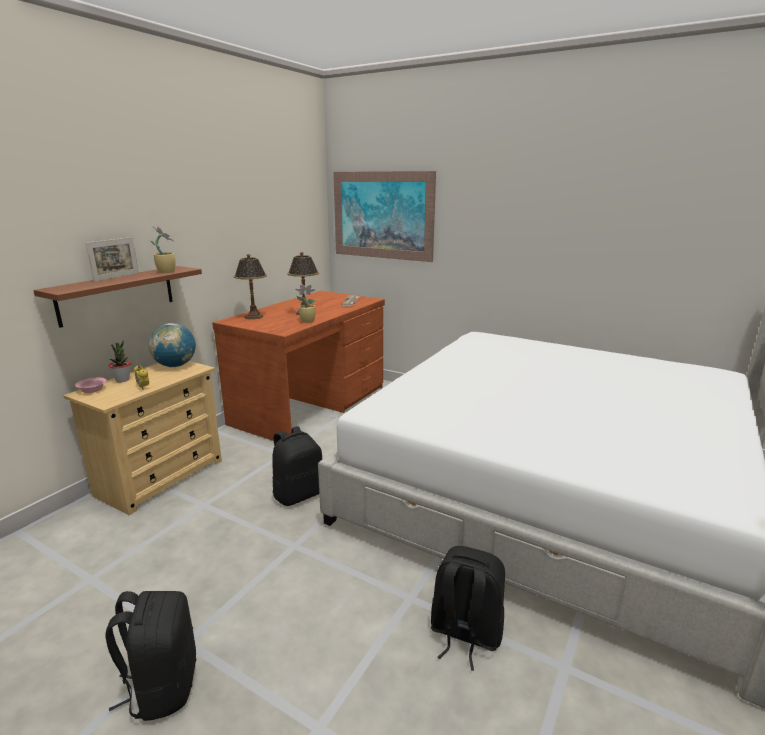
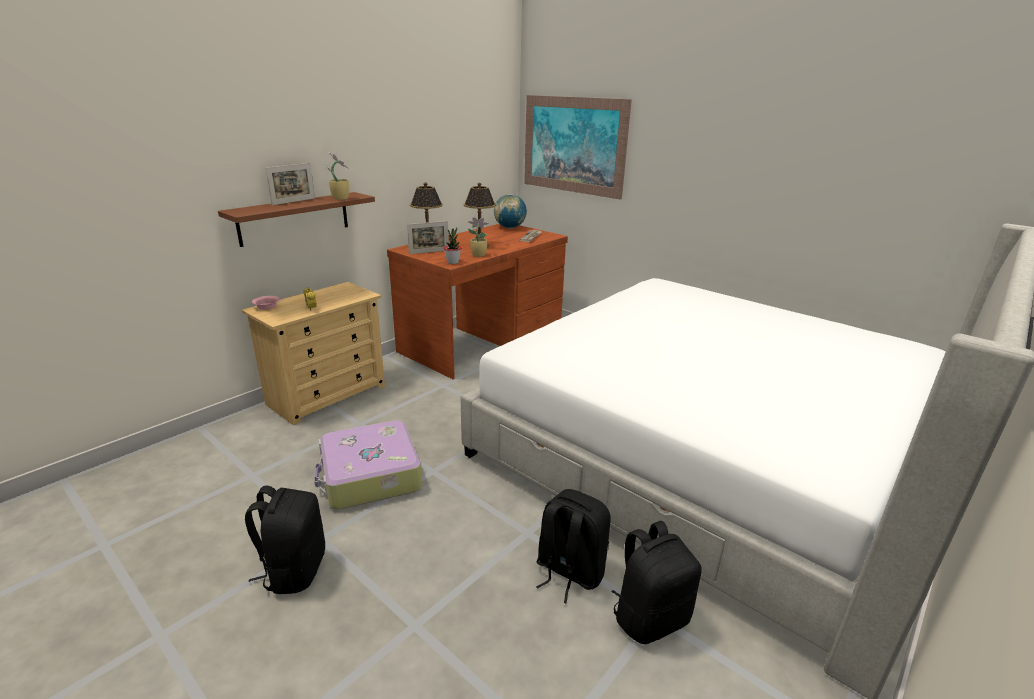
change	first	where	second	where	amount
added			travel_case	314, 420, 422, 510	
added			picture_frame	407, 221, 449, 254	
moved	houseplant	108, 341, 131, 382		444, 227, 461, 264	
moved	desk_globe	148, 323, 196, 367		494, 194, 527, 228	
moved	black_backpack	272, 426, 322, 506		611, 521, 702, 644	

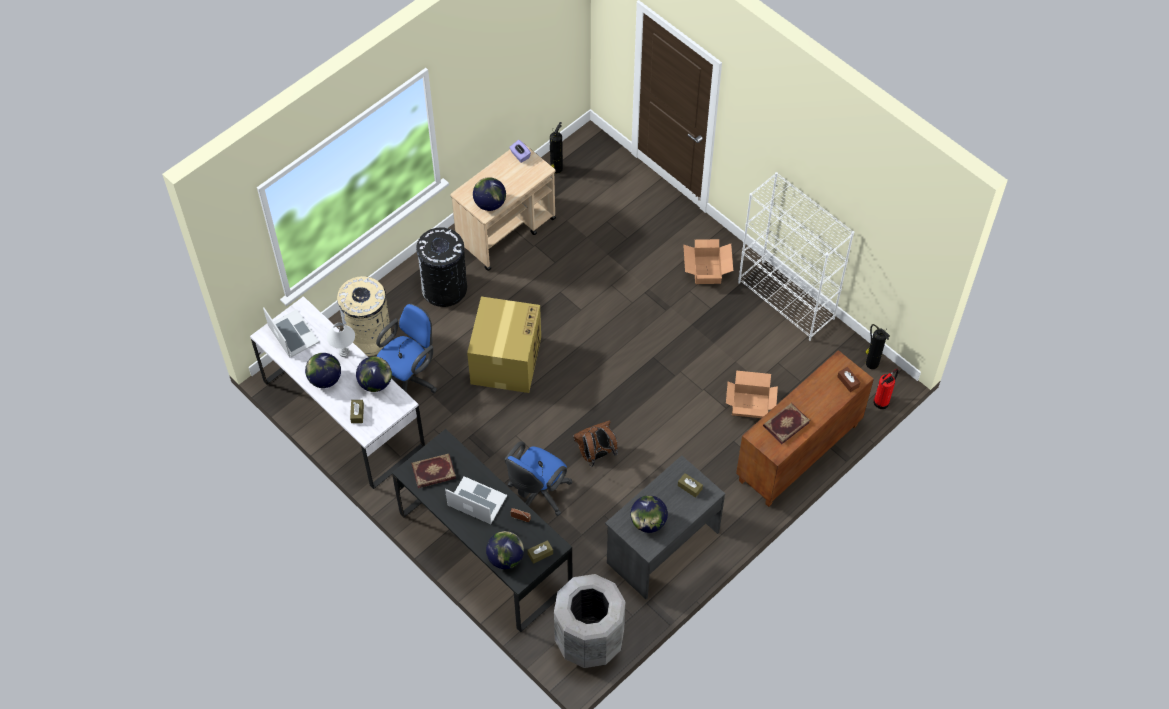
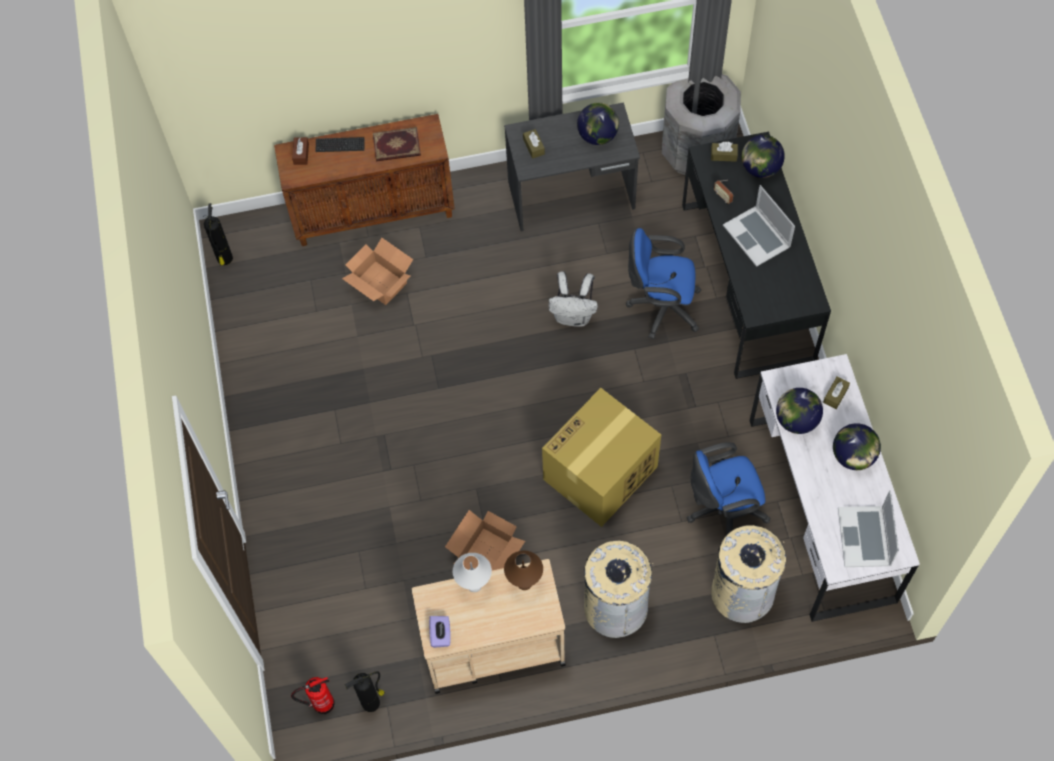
change	first	where	second	where	amount
removed	book	411, 454, 456, 488			
removed	white_bookshelf	738, 172, 854, 341			
added			keyboard	315, 137, 365, 152	
moved	white_lamp_for_a_table	327, 323, 355, 357		453, 553, 492, 592	
moved	carton	683, 239, 733, 284		445, 510, 525, 570	
moved	extinguisher	873, 369, 899, 409		291, 677, 335, 714	
replaced	desk_globe	473, 177, 506, 211	brown-coloured_lamp_for_a_table	504, 550, 543, 590	
recoloured	black_rubbish_bin	416, 227, 467, 307	sand-coloured_rubbish_bin	584, 541, 653, 638	
recoloured	brown-coloured_backpack	573, 420, 618, 467	white_backpack	549, 271, 598, 327	
turned	blue_computer_chair	505, 441, 573, 516		626, 228, 702, 339	150 degrees counterclockwise

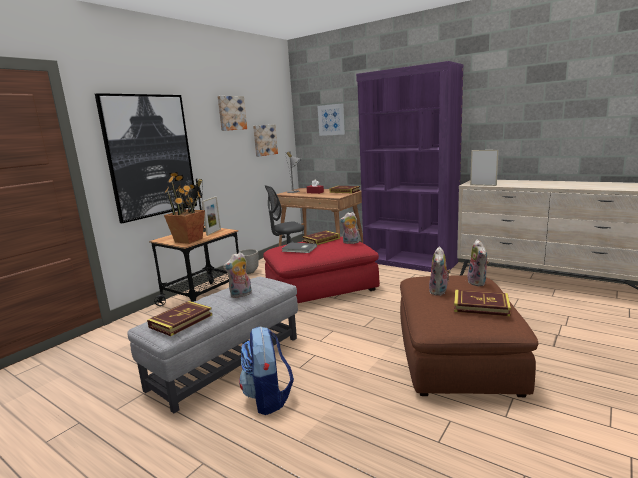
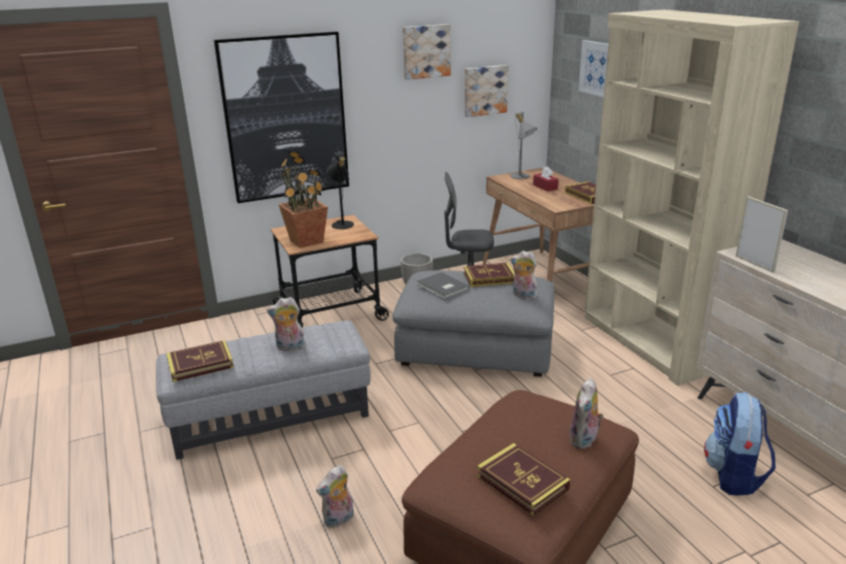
change	first	where	second	where	amount
removed	picture_frame	202, 197, 221, 236			
moved	backpack	239, 326, 294, 415		704, 392, 776, 496	
moved	soft_toy	429, 247, 451, 296		316, 465, 354, 529	
recoloured	red_pouffe	263, 237, 380, 303	grey_pouffe	393, 270, 554, 377	
recoloured	purple-coloured_bookshelf	356, 61, 463, 272	sand-coloured_bookshelf	584, 10, 799, 386	

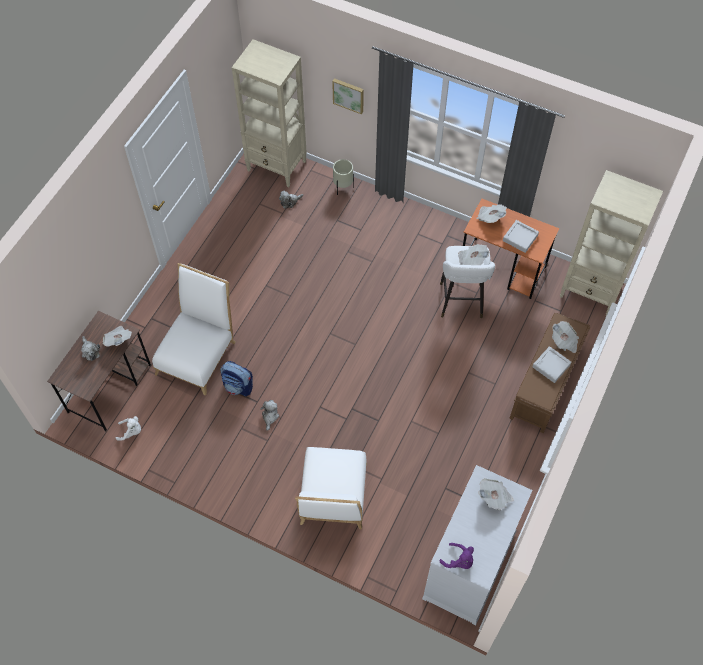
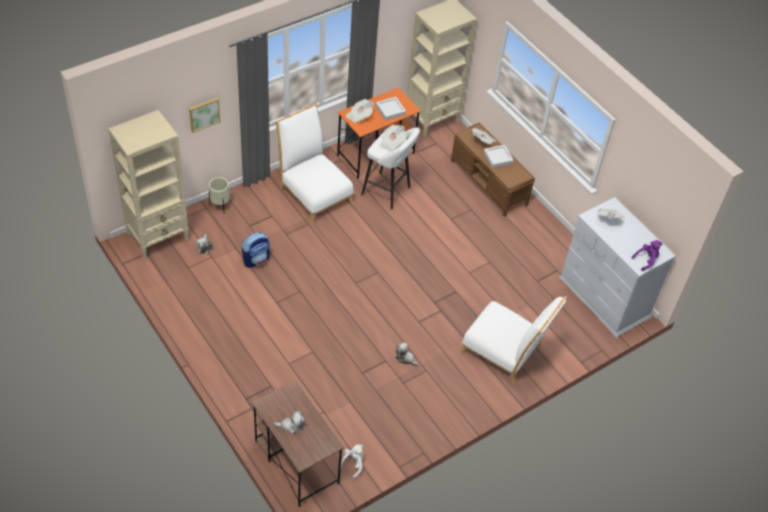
change	first	where	second	where	amount
removed	printed_paper	103, 326, 132, 347			
moved	white_chair	152, 263, 235, 396		275, 103, 353, 224	
moved	backpack	221, 361, 253, 396		242, 232, 270, 268	

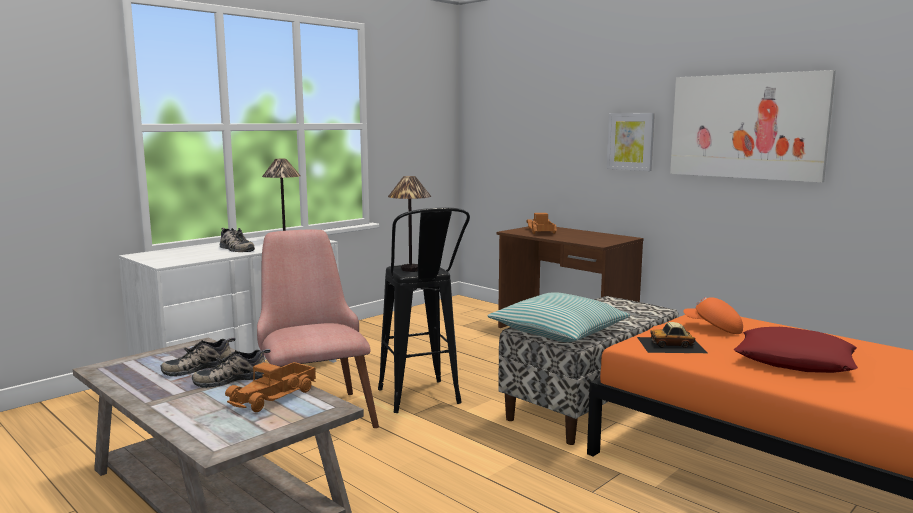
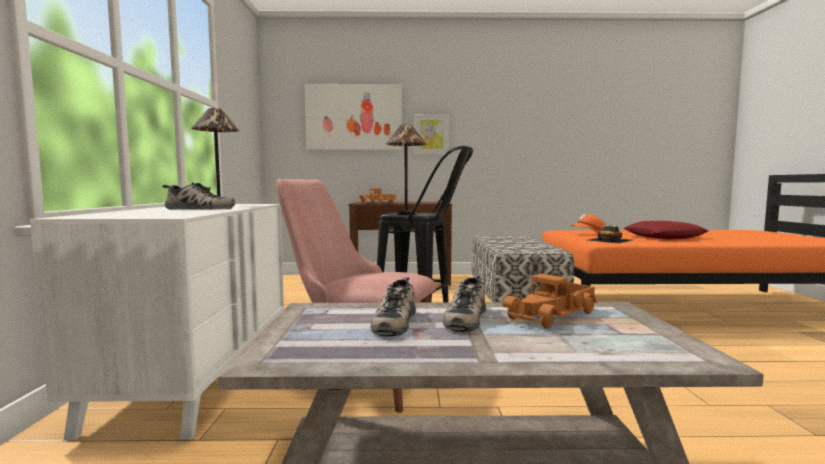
change	first	where	second	where	amount
removed	pillow	488, 292, 630, 342			
moved	wall_art	670, 70, 836, 182		305, 84, 402, 150	
turned	model_truck	225, 362, 316, 412		502, 274, 598, 328	60 degrees clockwise

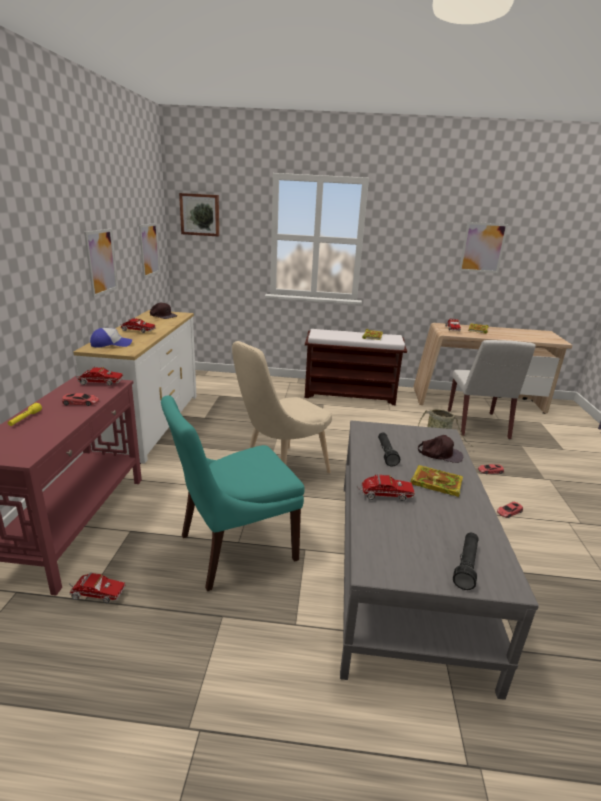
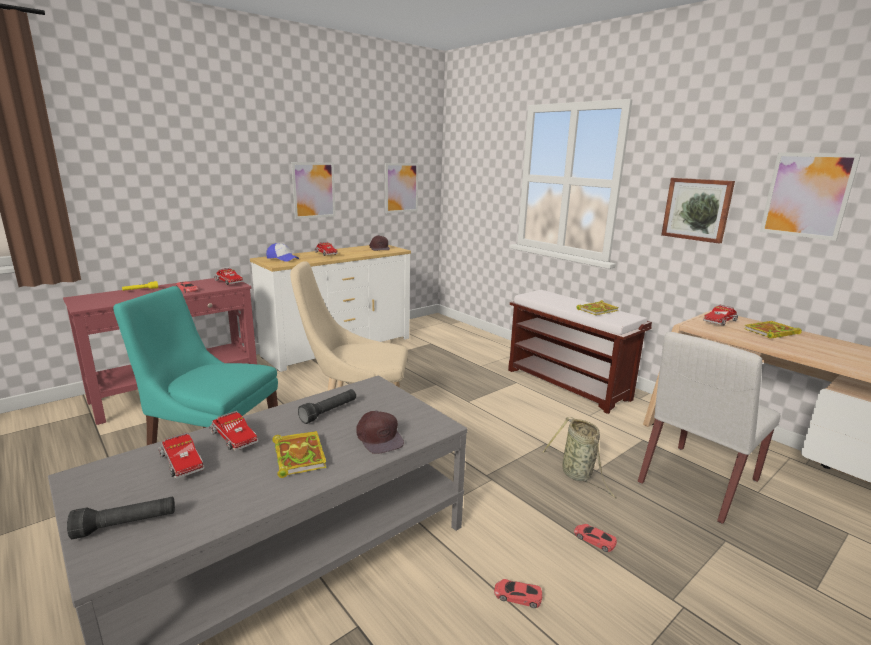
change	first	where	second	where	amount
moved	model_truck	69, 572, 126, 603		158, 433, 205, 479	
moved	wall_art	179, 193, 219, 237		661, 178, 735, 244	

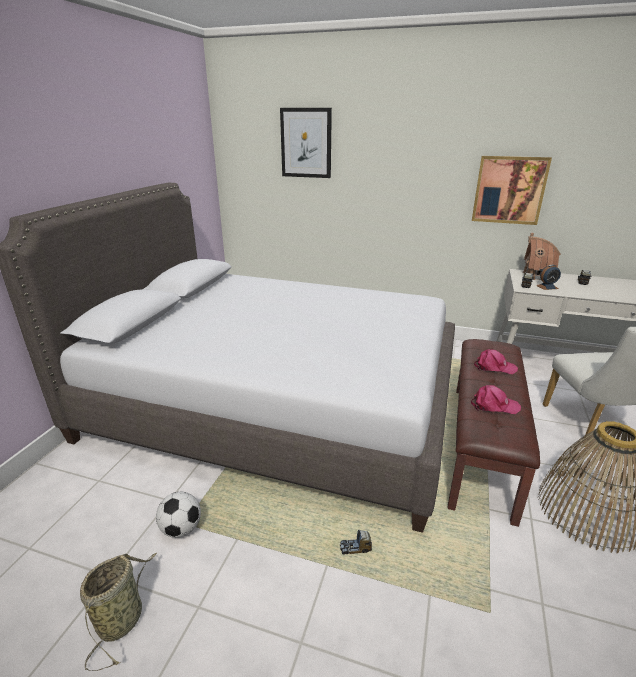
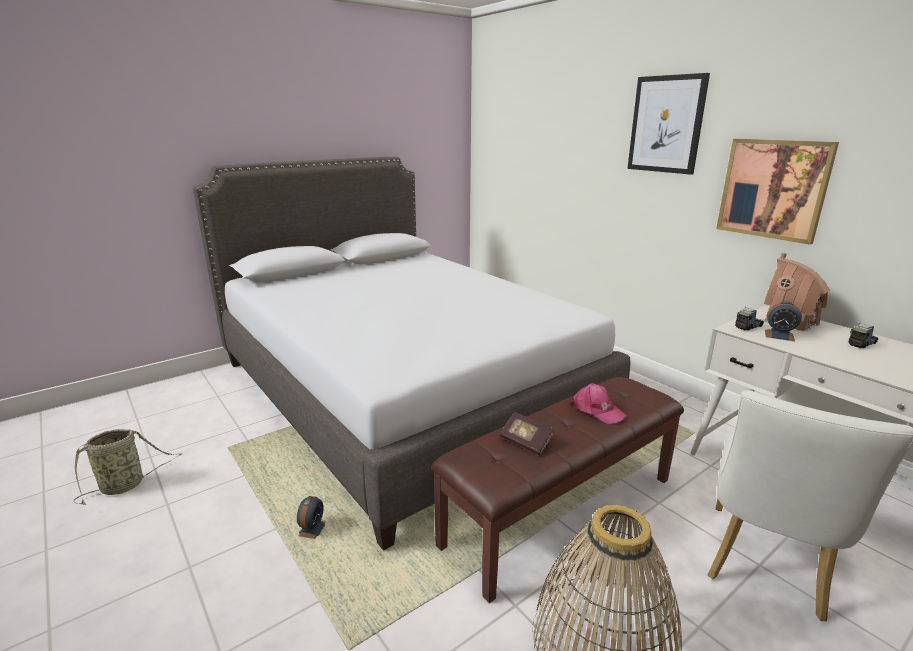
change	first	where	second	where	amount
removed	football_ball	156, 492, 201, 538			
moved	wall_art	280, 108, 332, 178		627, 73, 710, 175	
replaced	model_truck	340, 530, 372, 554	bedside_clock	297, 496, 326, 539	
replaced	pink-coloured_peaked_cap	471, 385, 521, 414	book	500, 412, 554, 455	

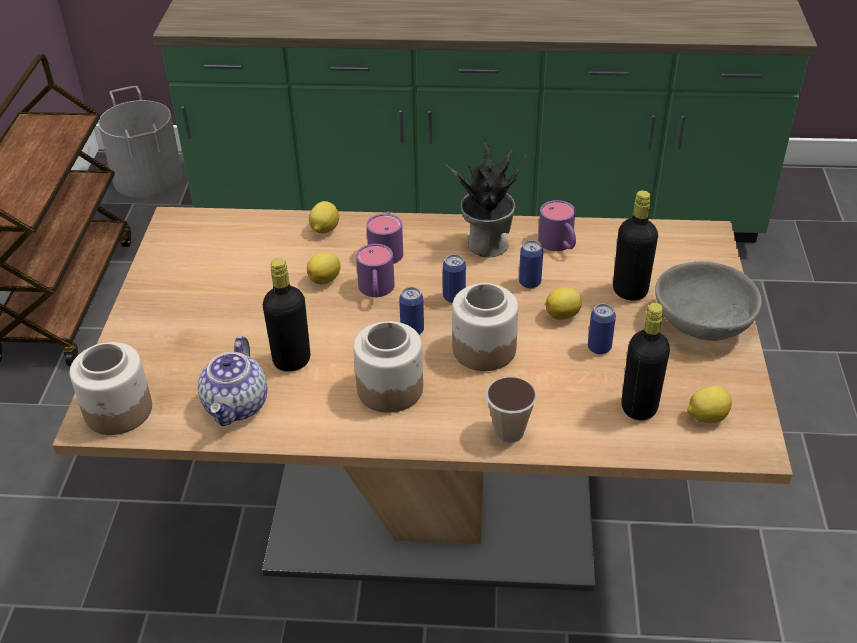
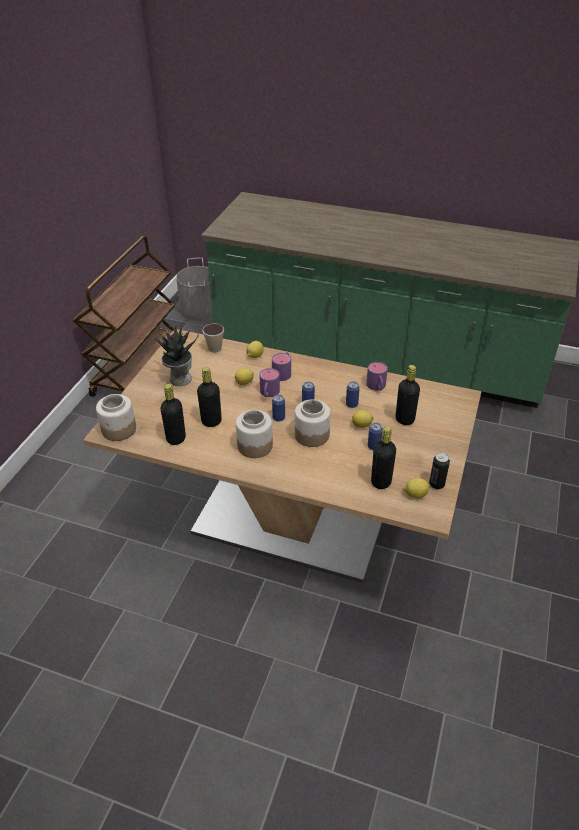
change	first	where	second	where	amount
removed	grey_bowl	655, 261, 762, 341			
added			sealed_can	429, 453, 450, 490	
moved	houseplant	444, 138, 526, 257		155, 321, 199, 386	
moved	small_cup	485, 377, 537, 443		202, 324, 224, 353	
replaced	teapot	198, 336, 267, 426	black_drink_bottle	161, 384, 186, 445	

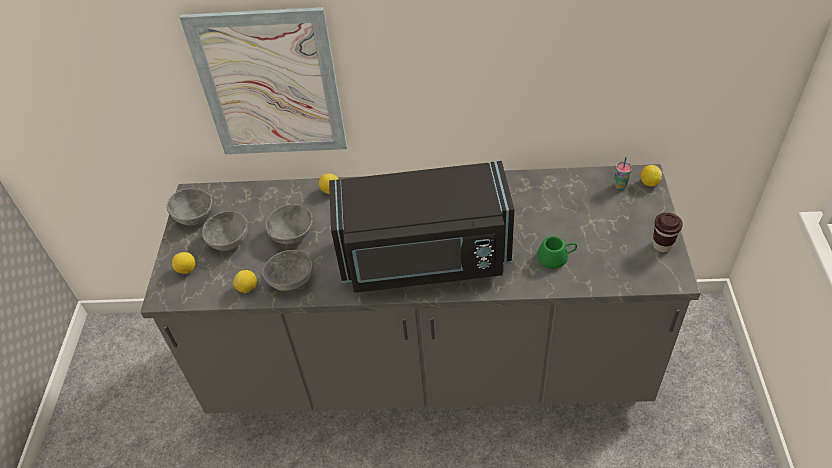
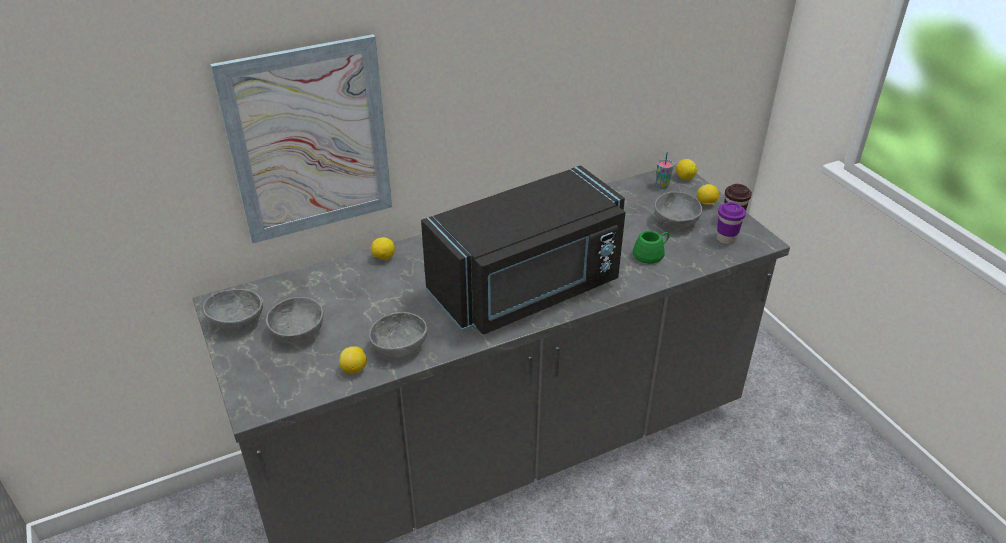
change	first	where	second	where	amount
added			purple-coloured_small_cup	717, 202, 746, 245	
moved	citrus_fruit	172, 252, 195, 274		697, 184, 719, 205	
moved	grey_bowl	265, 204, 313, 244		654, 192, 702, 228	

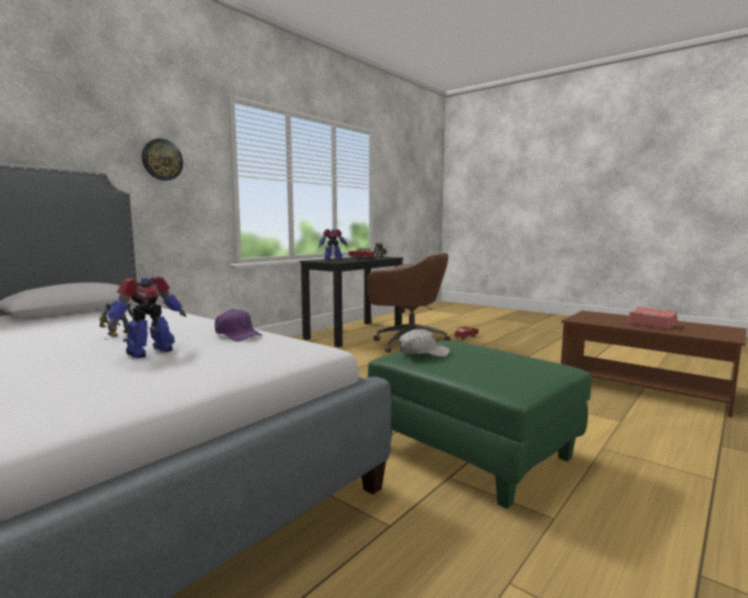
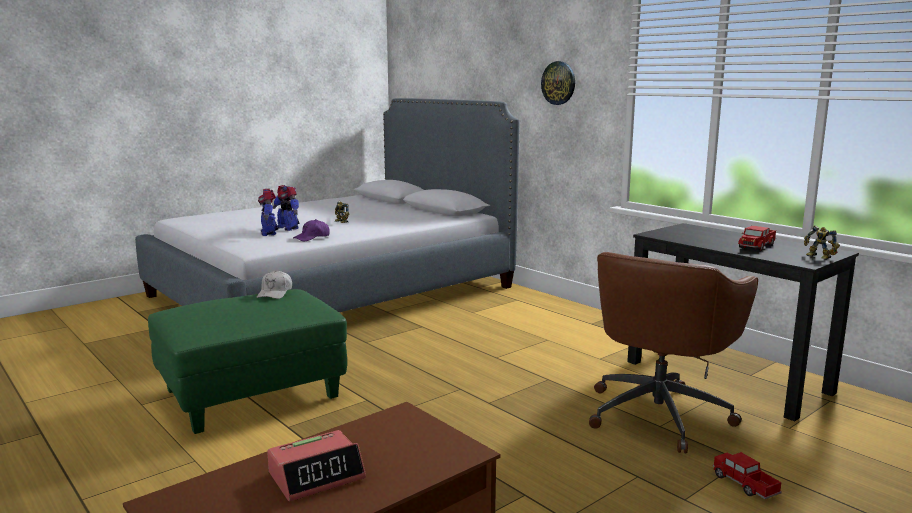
change	first	where	second	where	amount
moved	model_robot	319, 229, 348, 260		258, 189, 278, 236	

